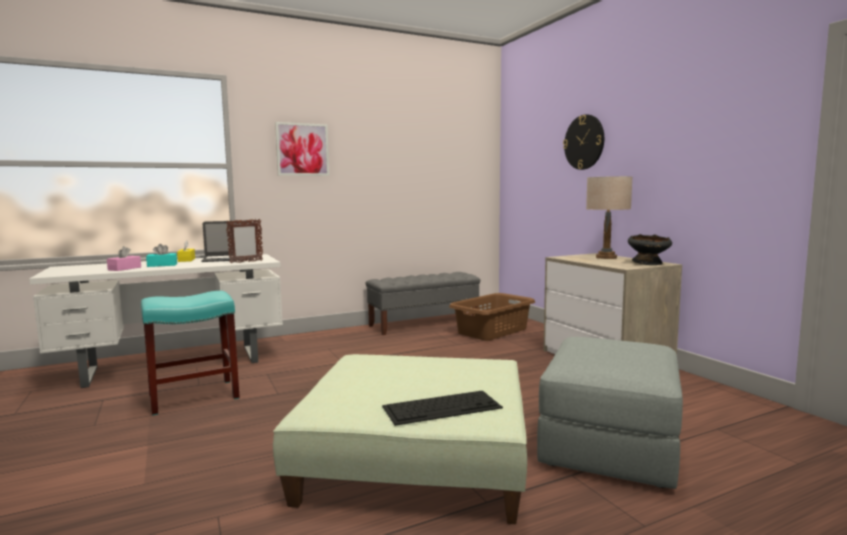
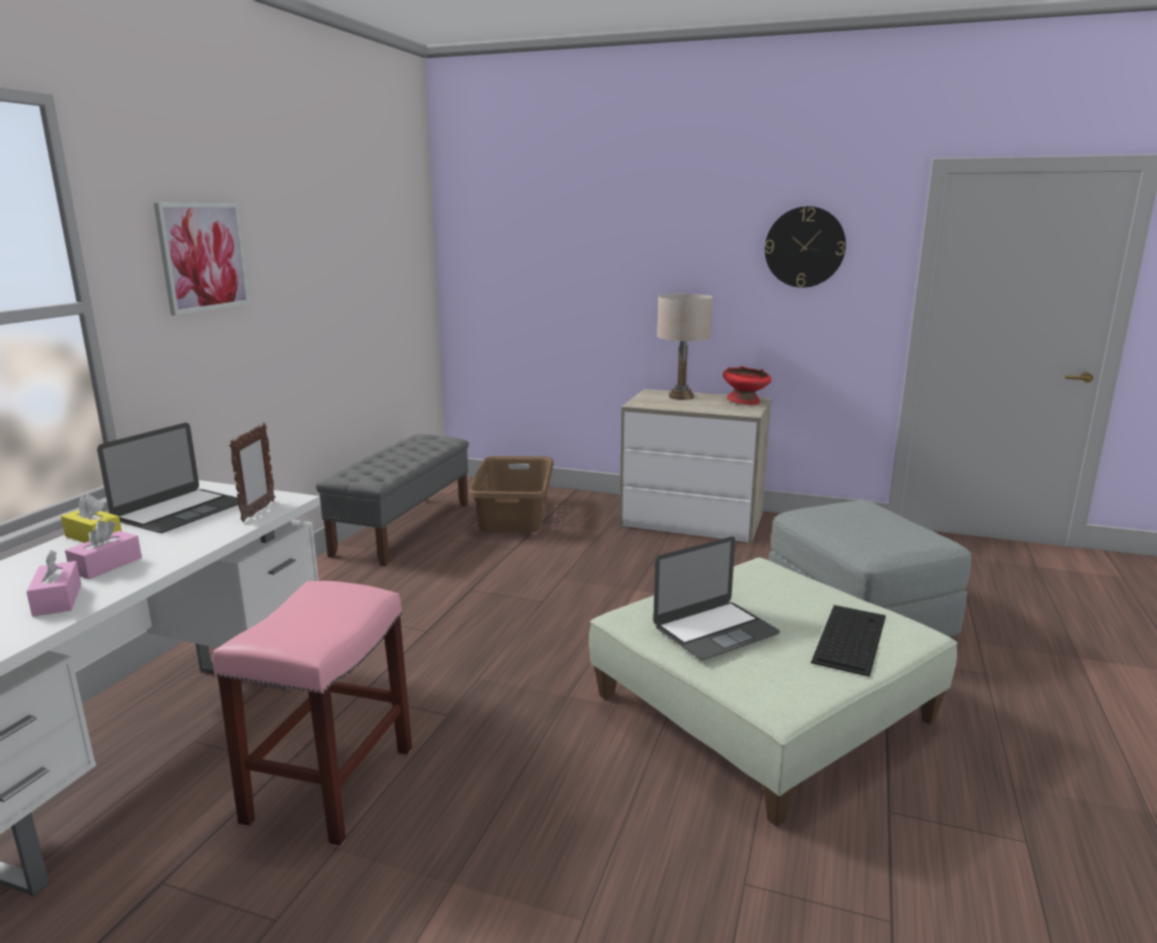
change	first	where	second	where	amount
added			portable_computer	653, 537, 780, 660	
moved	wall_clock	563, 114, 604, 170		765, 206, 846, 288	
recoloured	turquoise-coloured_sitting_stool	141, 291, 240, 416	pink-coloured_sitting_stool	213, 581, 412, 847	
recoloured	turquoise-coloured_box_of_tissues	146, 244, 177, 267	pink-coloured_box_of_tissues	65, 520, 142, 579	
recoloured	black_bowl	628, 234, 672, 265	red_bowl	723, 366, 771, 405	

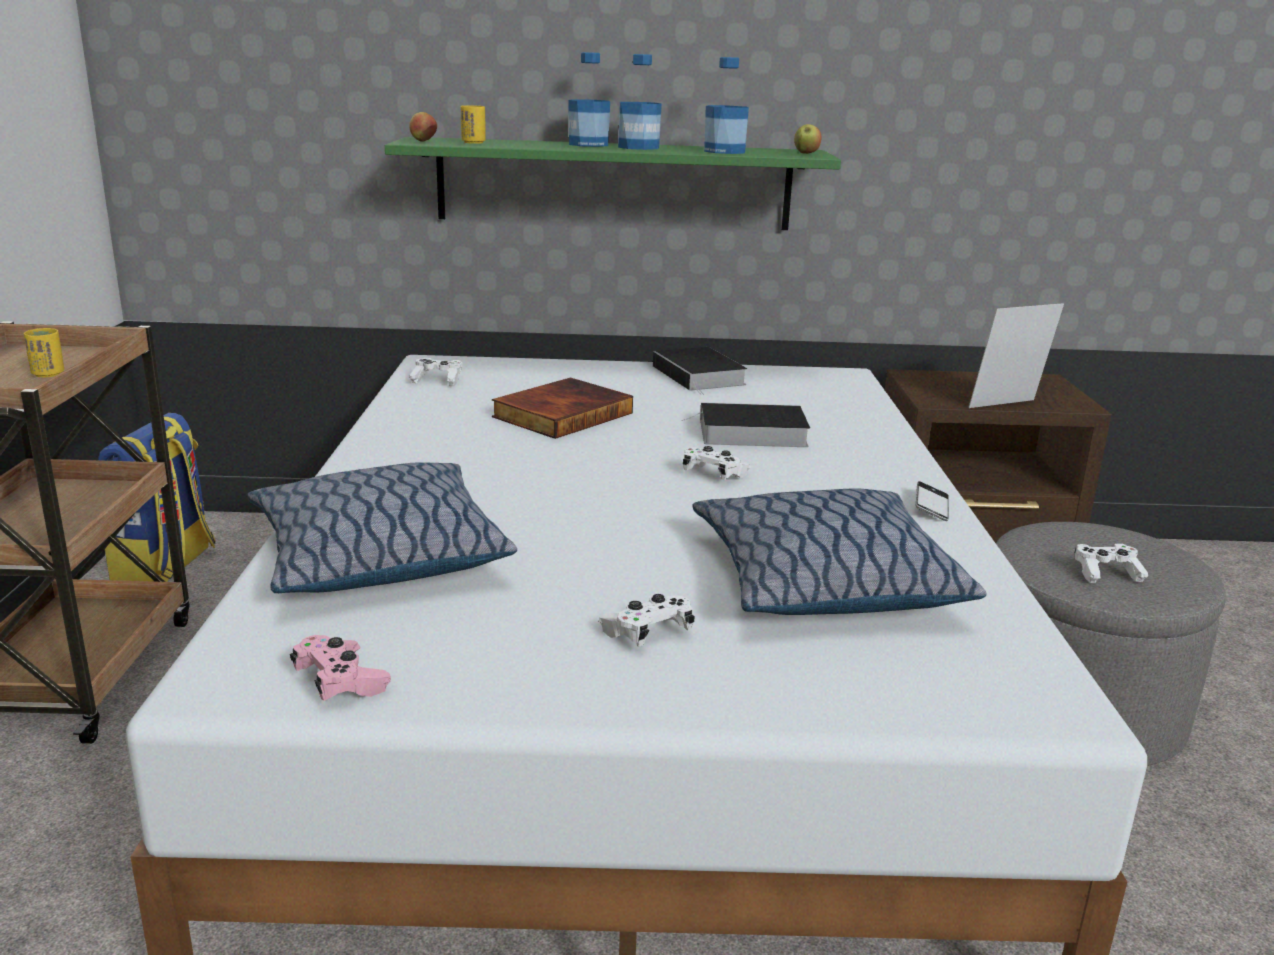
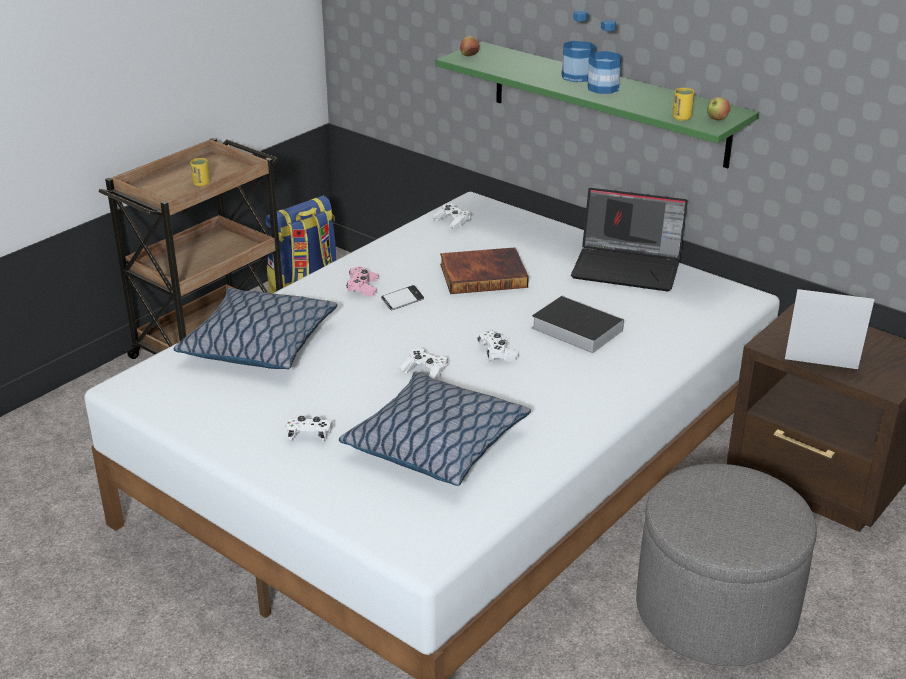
change	first	where	second	where	amount
removed	drink_bottle	704, 57, 749, 154			
moved	pink-coloured_joypad	290, 635, 391, 701		346, 266, 379, 296	
moved	yellow-coloured_small_cup	461, 105, 486, 144		672, 88, 695, 121	
moved	telephone	916, 481, 949, 521		381, 285, 424, 310	
moved	white_joypad	1075, 543, 1148, 583		400, 348, 448, 380	
replaced	book	653, 347, 747, 395	portable_computer	571, 188, 688, 291	

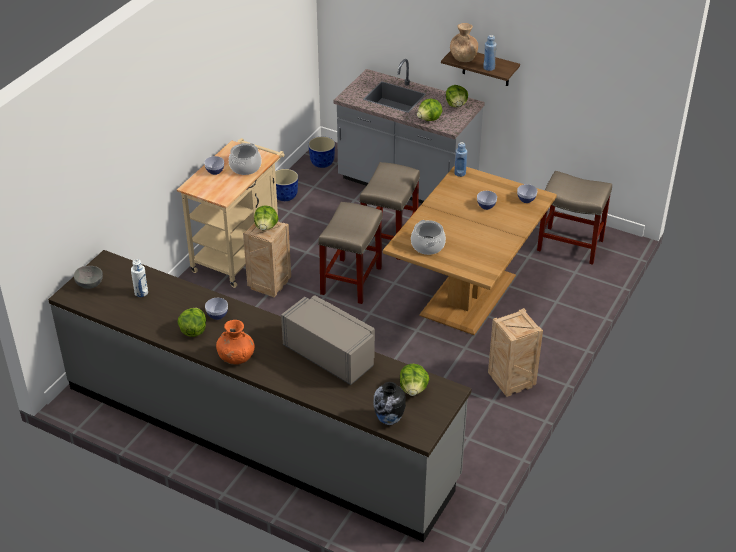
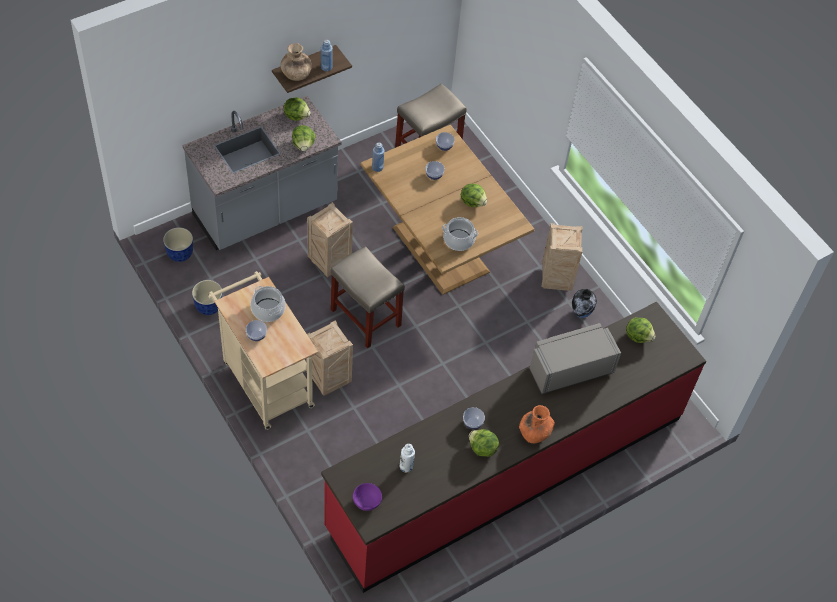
change	first	where	second	where	amount
moved	lettuce	254, 205, 278, 230		461, 184, 487, 207	
moved	vase	373, 382, 406, 425		572, 289, 597, 318	
replaced	sand-coloured_sitting_stool	359, 162, 420, 260	crate	307, 202, 353, 277	
recoloured	grey_kitchen_counter	48, 250, 472, 542	red_kitchen_counter	321, 302, 706, 593	
recoloured	grey_bowl	74, 266, 103, 289	purple-coloured_bowl	353, 483, 382, 511	

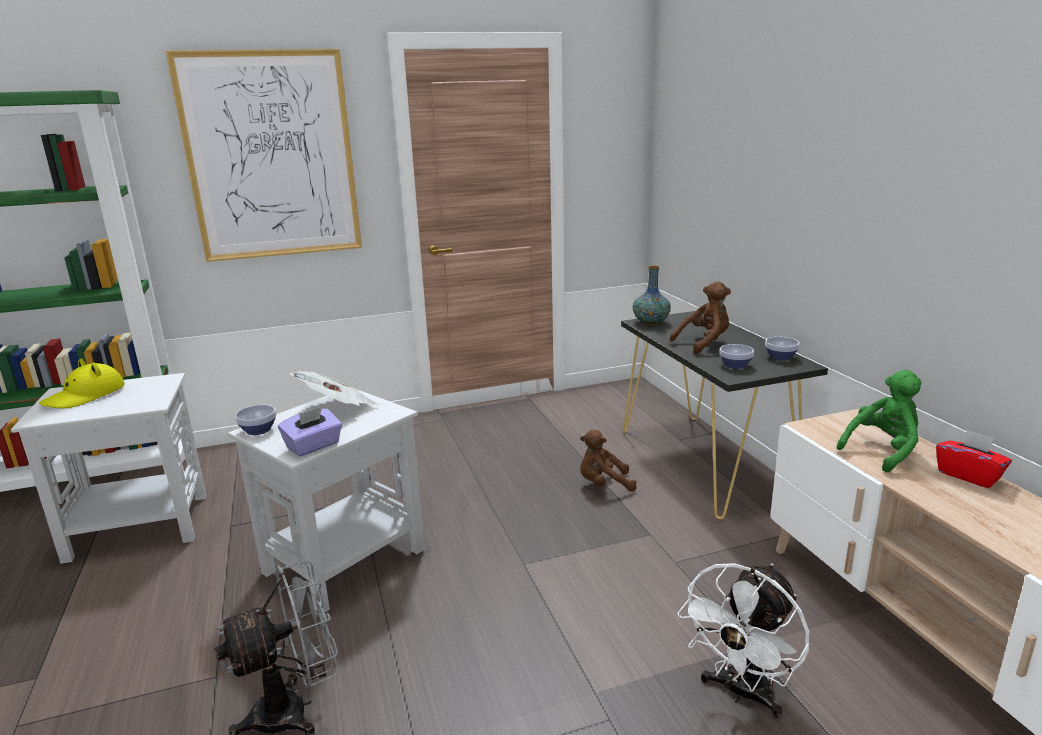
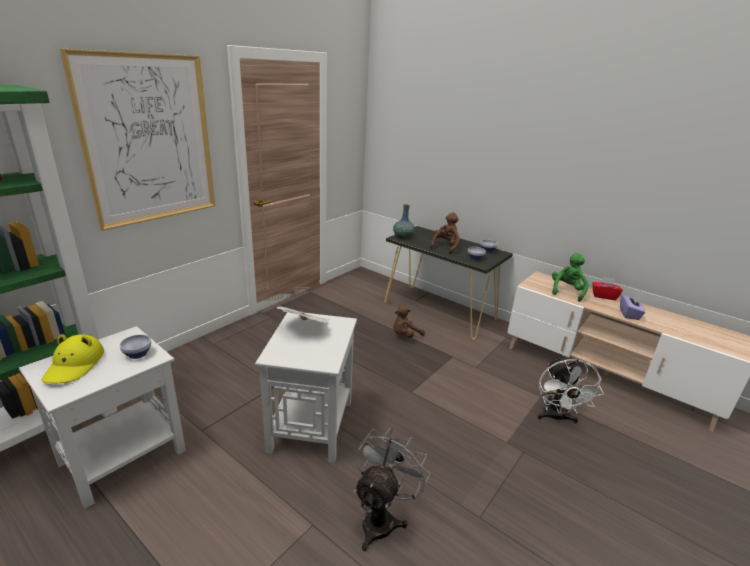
change	first	where	second	where	amount
moved	bowl	235, 405, 276, 435		120, 334, 151, 359	
moved	purple-coloured_box_of_tissues	278, 407, 342, 456		620, 294, 645, 320	

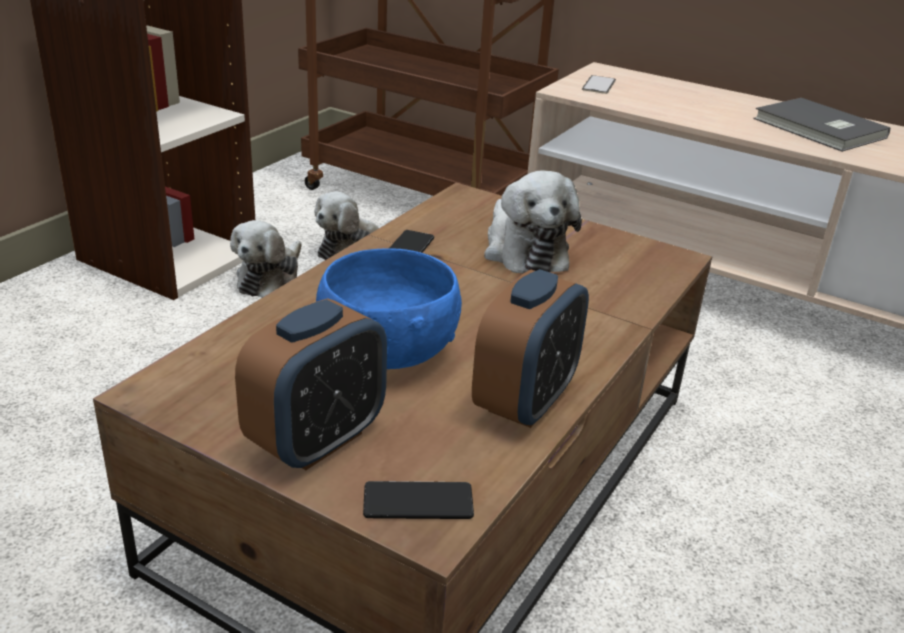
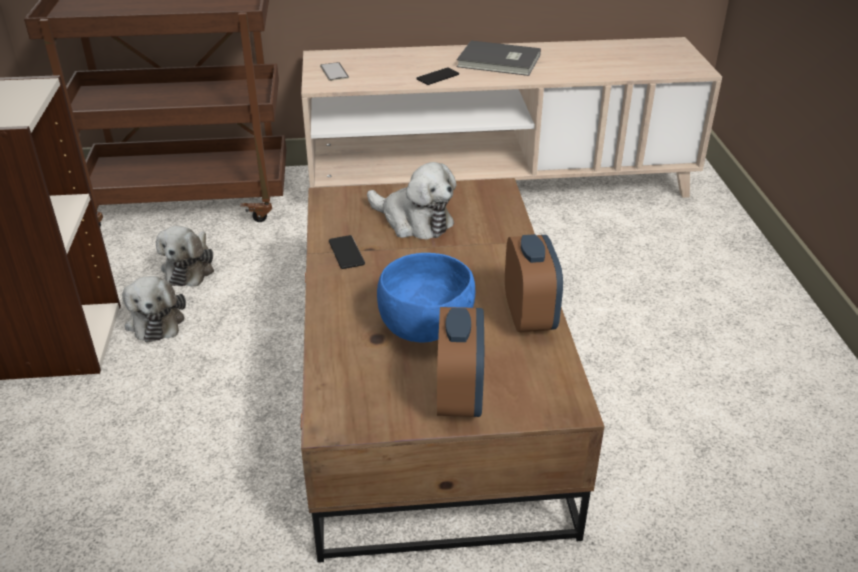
change	first	where	second	where	amount
moved	telephone	363, 481, 474, 519		416, 68, 459, 85	

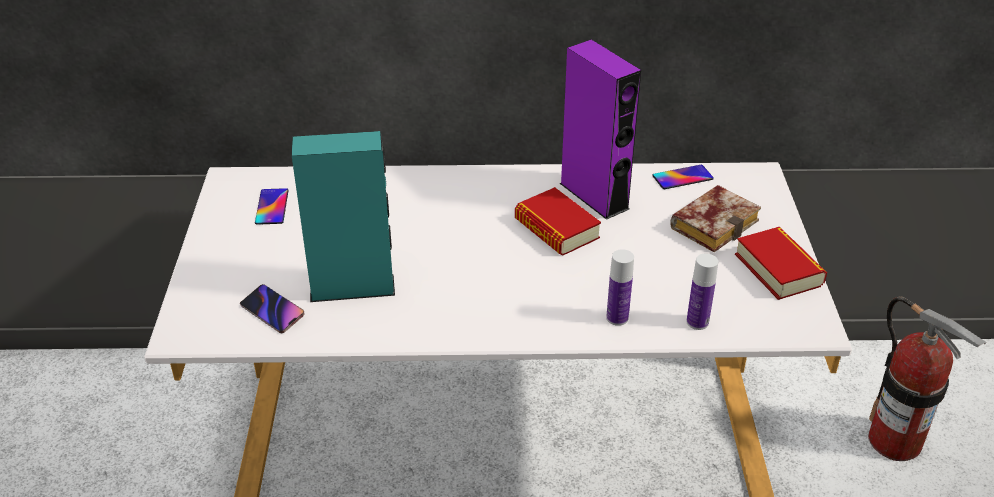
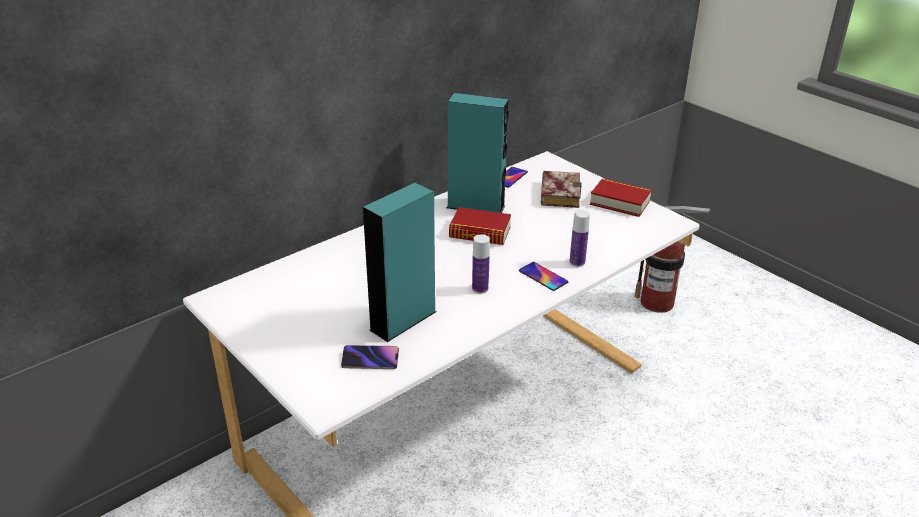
change	first	where	second	where	amount
moved	telephone	255, 188, 289, 225		519, 262, 568, 291	
moved	drink_bottle	686, 254, 718, 330		472, 234, 490, 294	
recoloured	purple-coloured_loudspeaker	560, 40, 641, 220	turquoise-coloured_loudspeaker	447, 93, 509, 213	

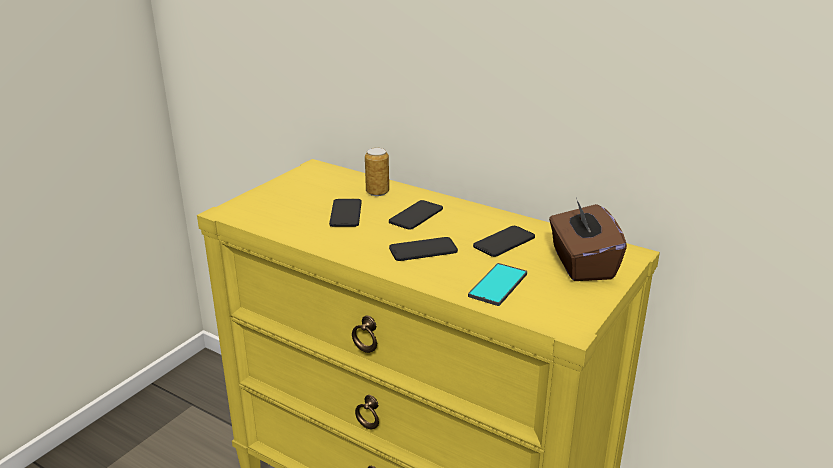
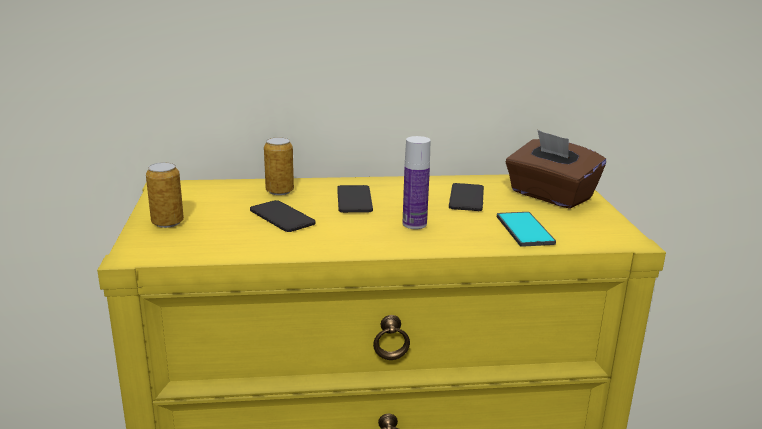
change	first	where	second	where	amount
added			sealed_can	146, 162, 184, 228	
replaced	telephone	389, 237, 458, 261	drink_bottle	403, 136, 430, 229	

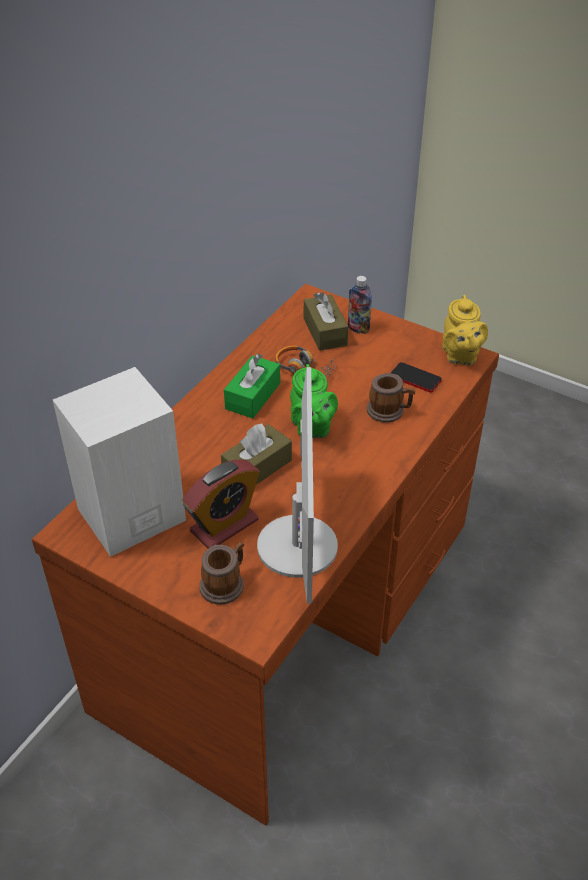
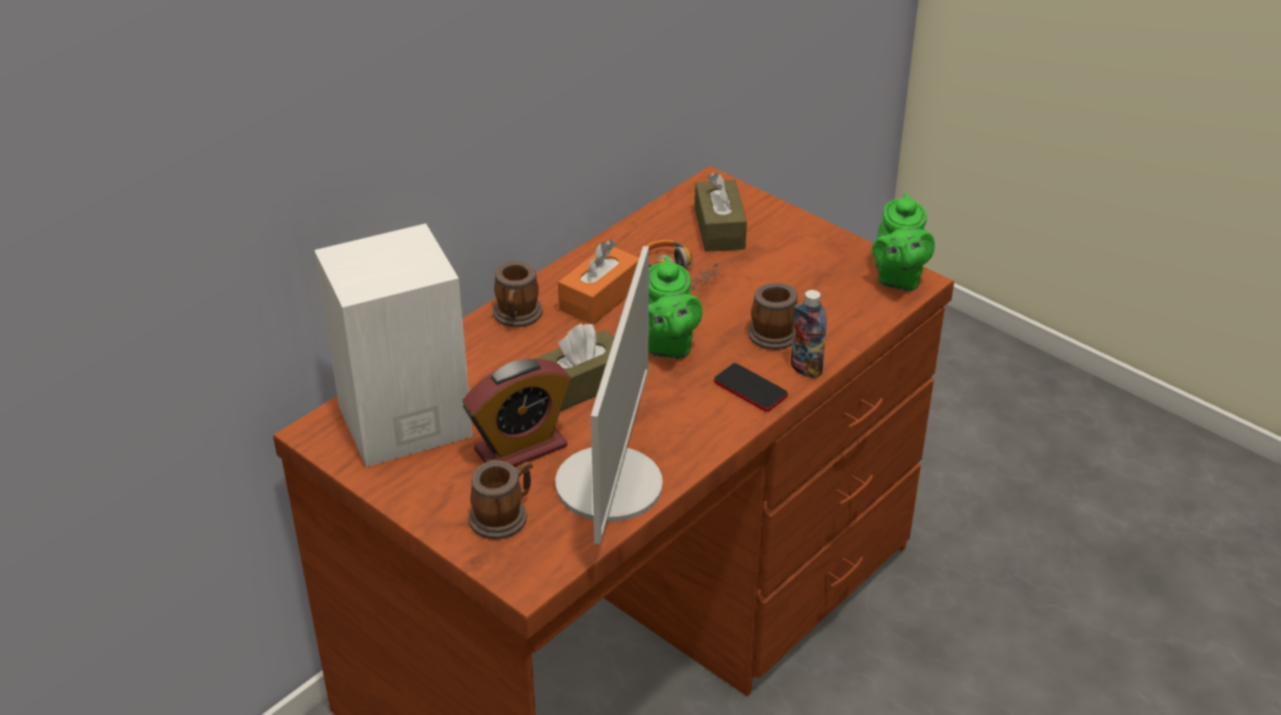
change	first	where	second	where	amount
added			coffee_mug	493, 261, 543, 327	
moved	drink_bottle	348, 276, 372, 334		791, 290, 827, 378	
moved	telephone	391, 362, 442, 392		714, 363, 788, 412	
recoloured	greenish_box_of_tissues	224, 354, 280, 419	orangey_box_of_tissues	558, 240, 639, 324	
recoloured	yellow-coloured_teapot	442, 295, 488, 365	greenish_teapot	872, 192, 935, 291	

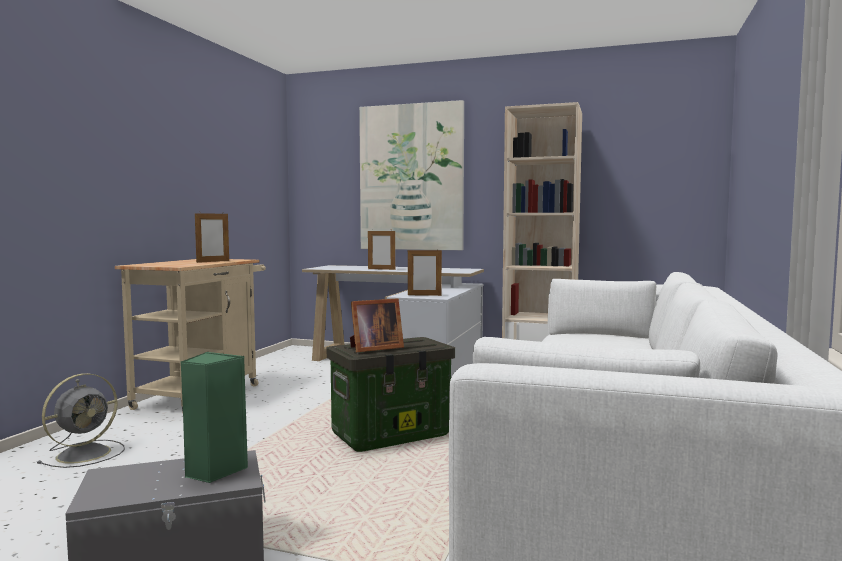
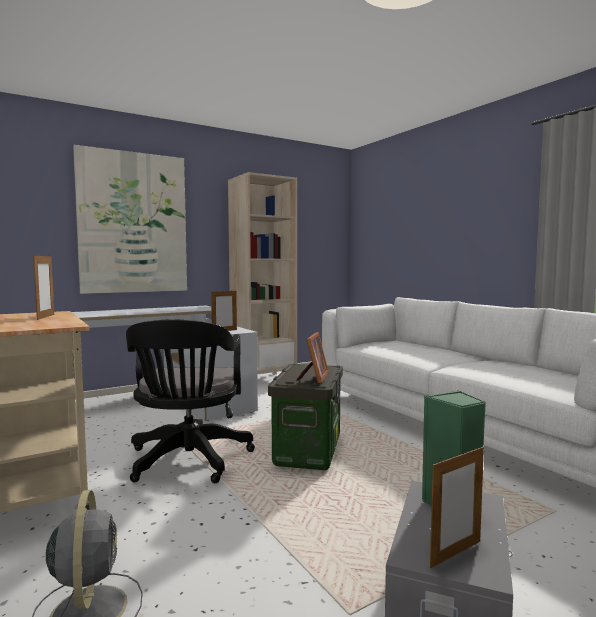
change	first	where	second	where	amount
added			black_computer_chair	126, 319, 255, 483	
moved	picture_frame	368, 231, 395, 270		430, 447, 484, 568	

